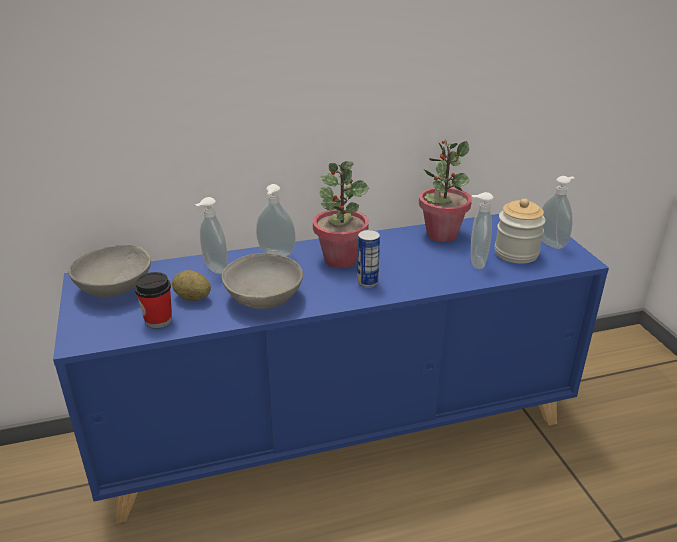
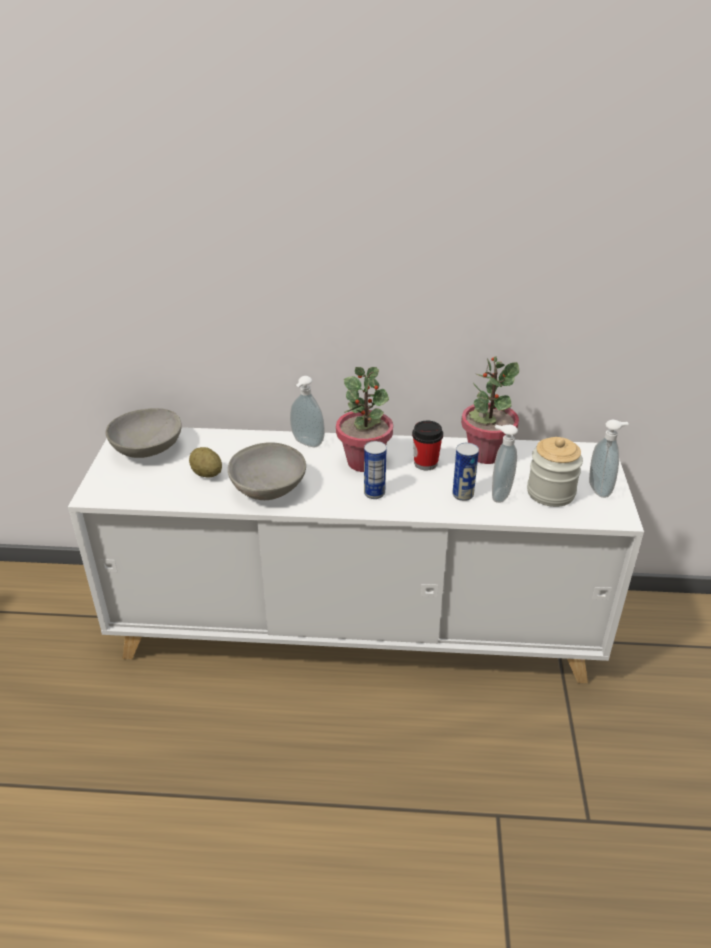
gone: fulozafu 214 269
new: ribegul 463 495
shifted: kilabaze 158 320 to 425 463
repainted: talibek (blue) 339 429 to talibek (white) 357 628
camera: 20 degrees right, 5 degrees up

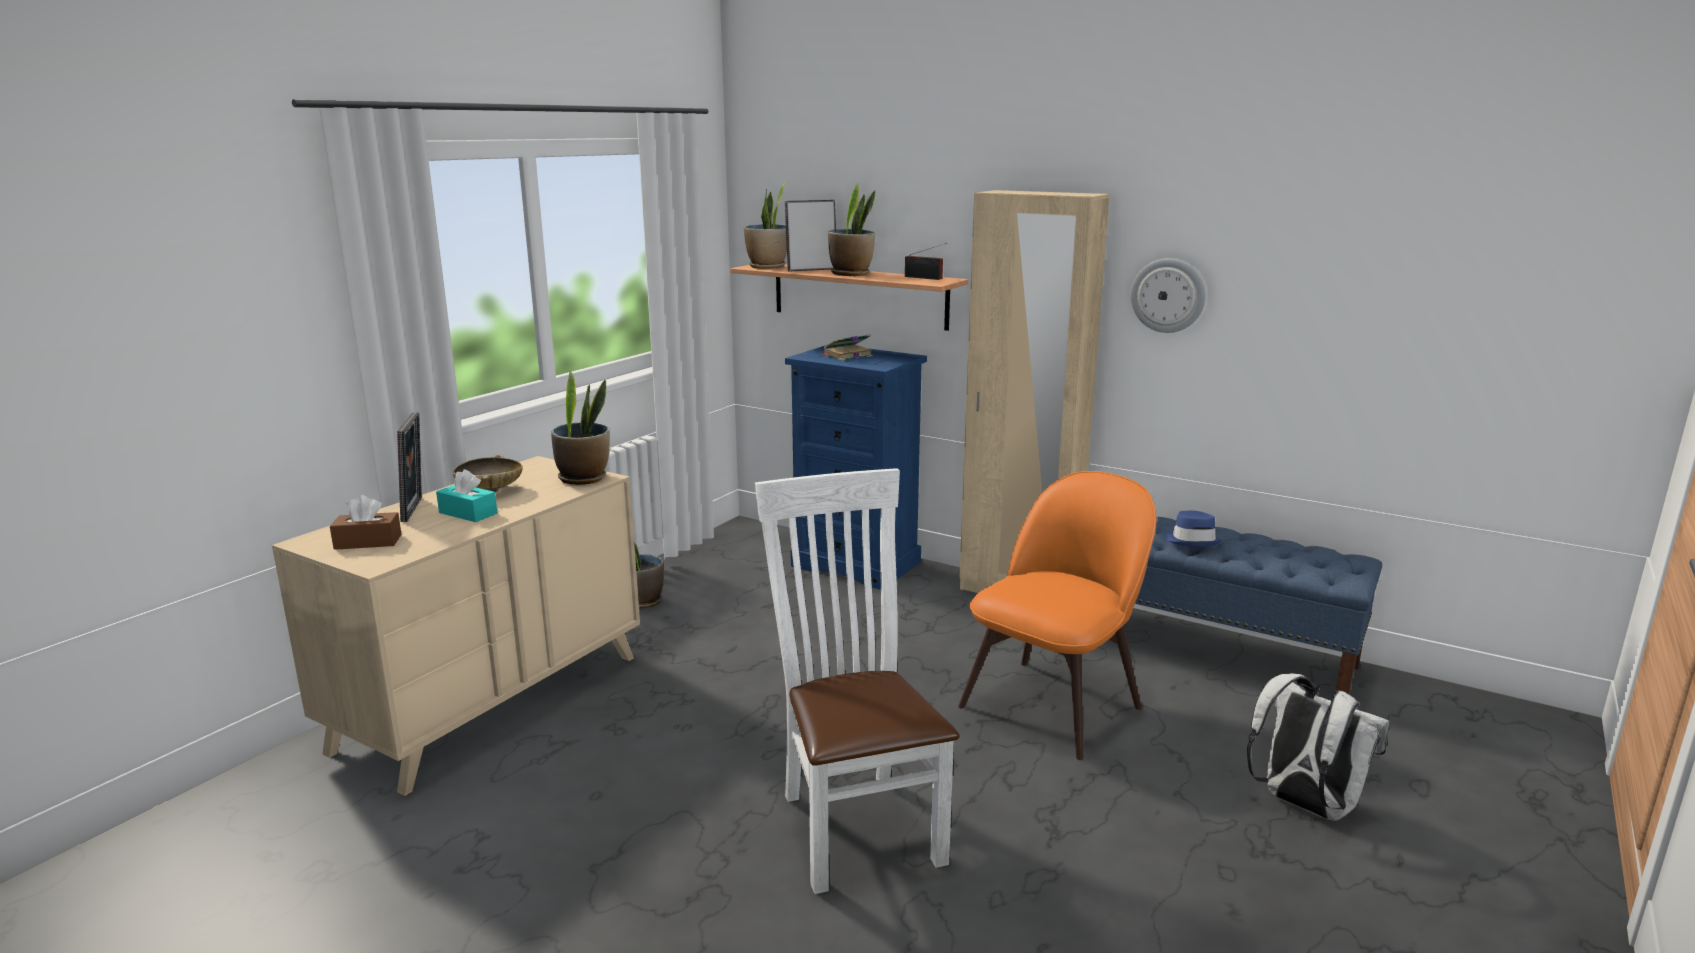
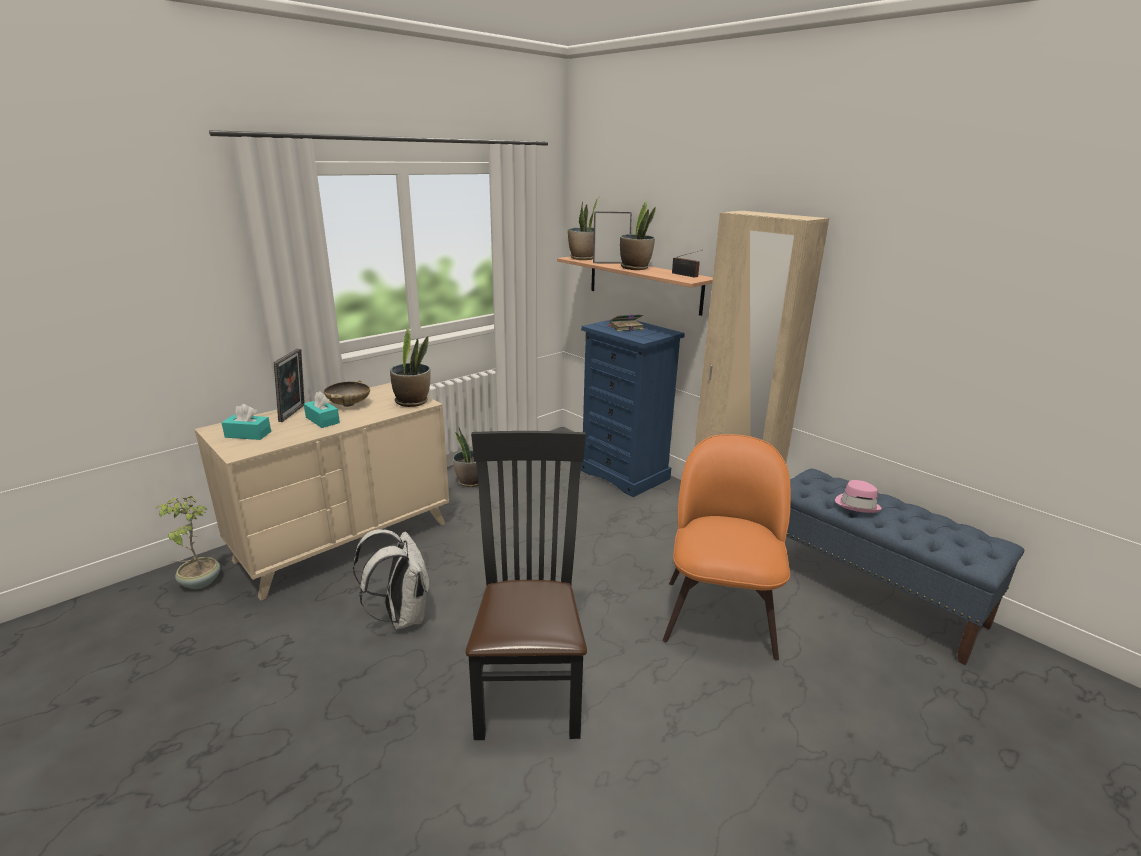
gone: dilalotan 1168 295
new: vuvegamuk 199 582
shifted: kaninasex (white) 1303 805 to 401 616
repainted: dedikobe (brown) 368 542 to dedikobe (turquoise) 248 434; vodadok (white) 855 822 to vodadok (black) 529 685; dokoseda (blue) 1192 540 to dokoseda (pink) 857 504
rotated: vodadok (orange) 1054 704 = 719 614 45 degrees counterclockwise
camera: 15 degrees right, 5 degrees up

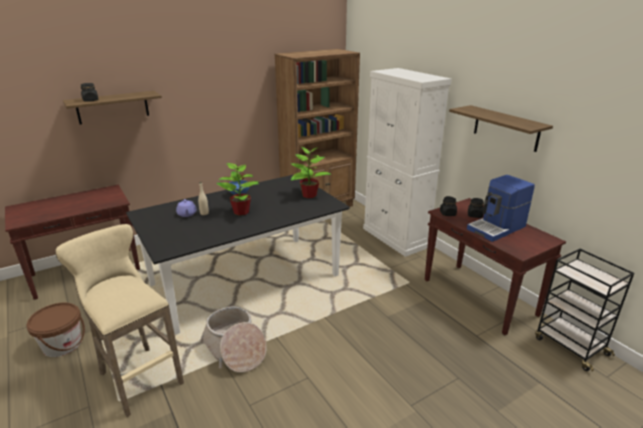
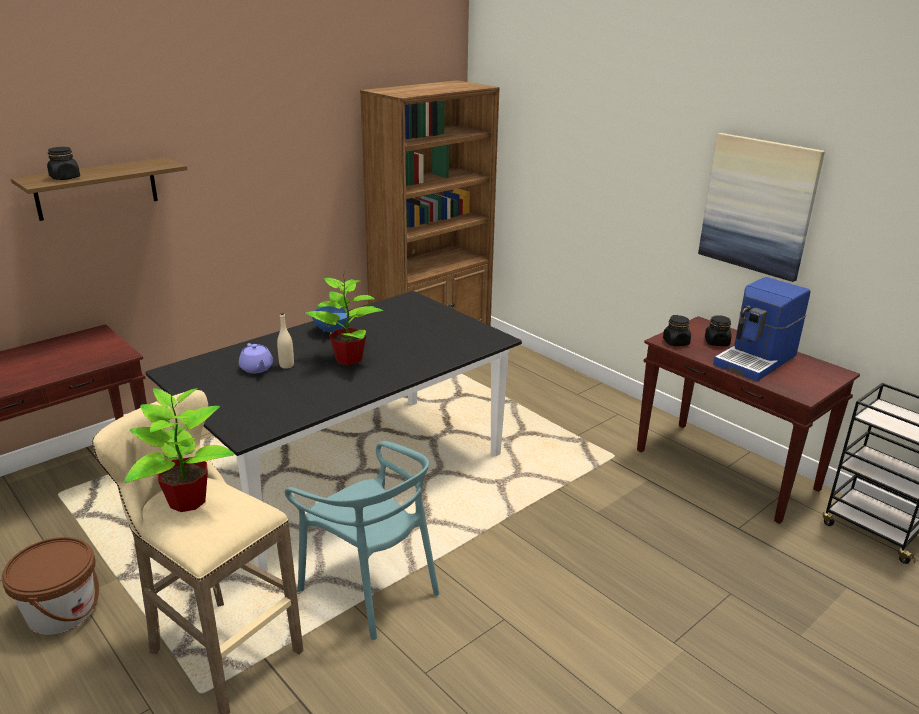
gone: talibek (white) 395 237
shifted: vuvegamuk 308 195 to 186 501
swapped: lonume 235 349 to vodadok (turquoise) 371 588; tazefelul 506 128 to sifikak 758 205
camera: 10 degrees left, 0 degrees up

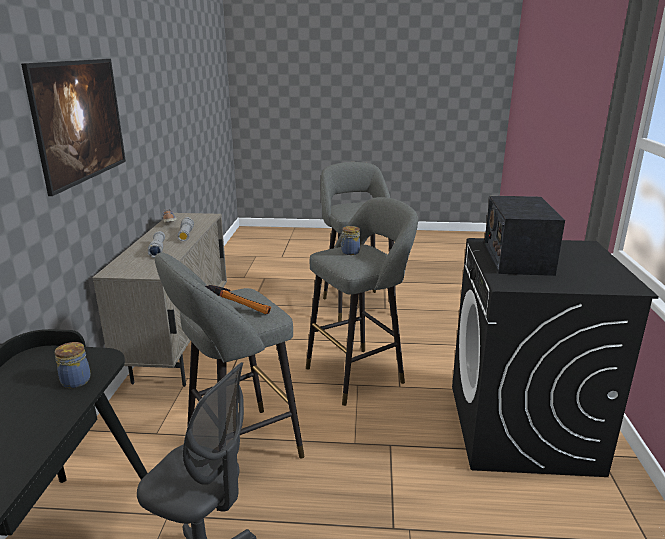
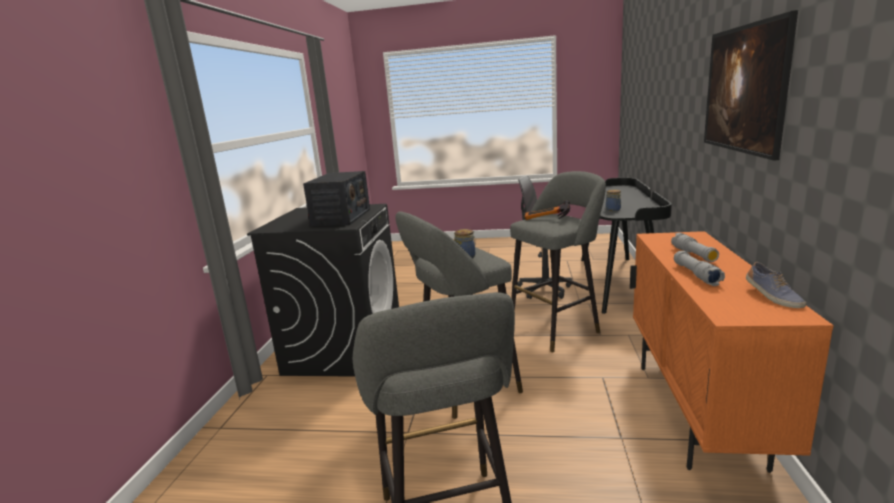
repainted: talibek (beige) 180 350 to talibek (orange) 696 412
camera: 175 degrees left, 5 degrees down

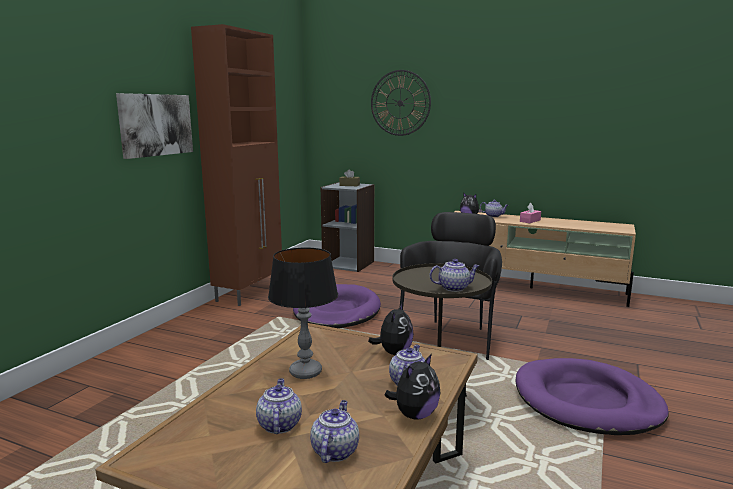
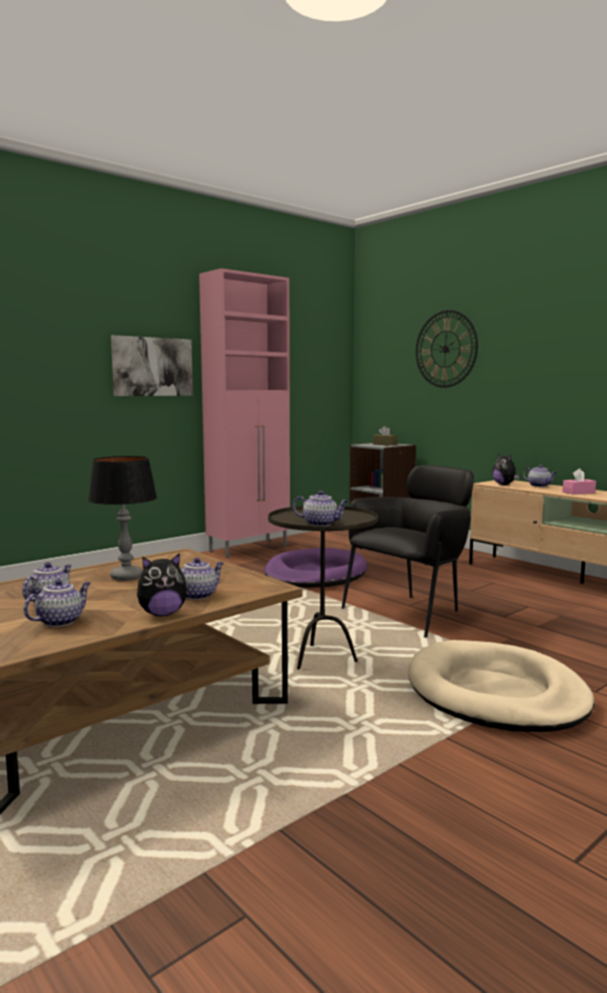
gone: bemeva 394 352
repainted: talibek (brown) 250 292 to talibek (pink) 250 549; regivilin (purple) 587 401 to regivilin (beige) 495 693
camera: 25 degrees right, 5 degrees down

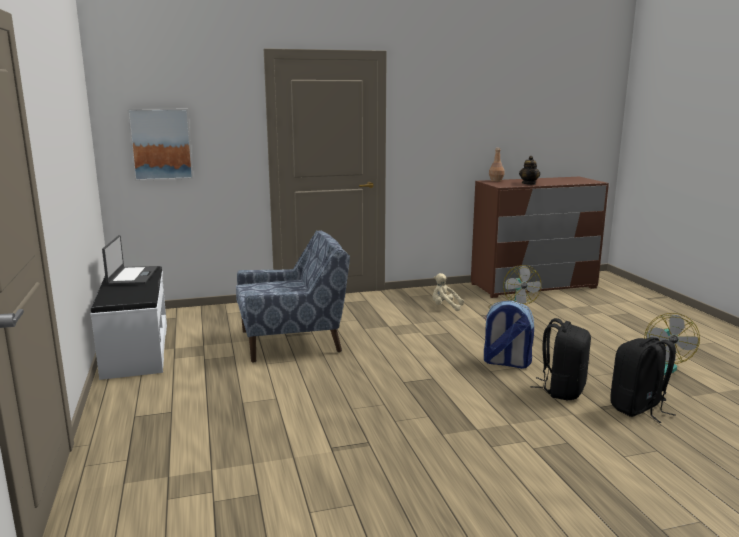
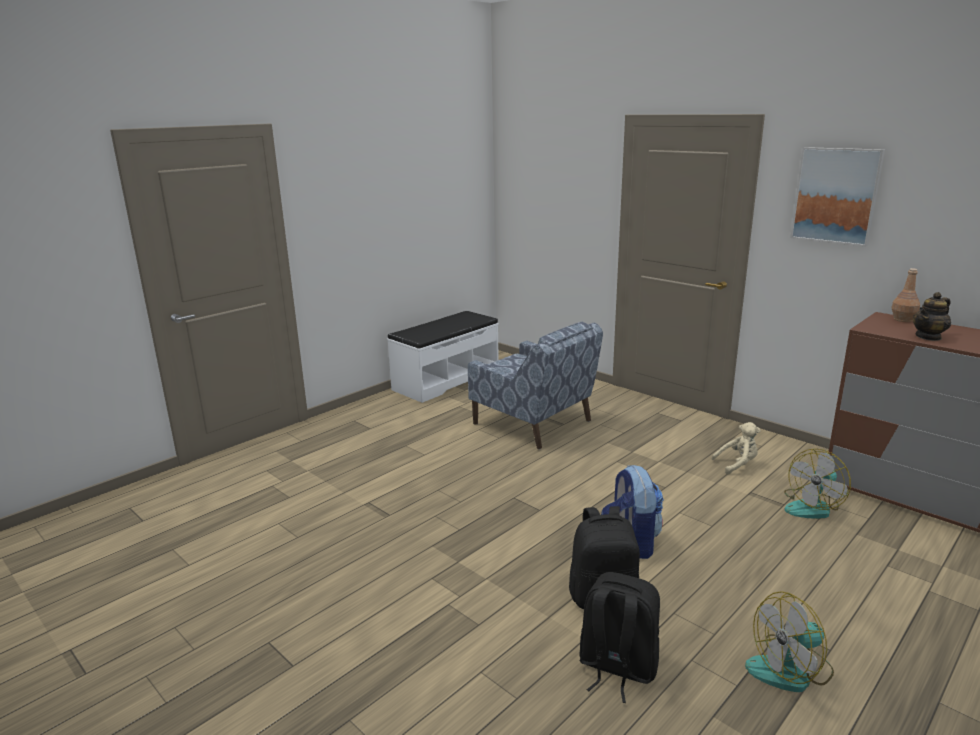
gone: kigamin 132 276
shifted: sifikak 161 144 to 836 195
rotated: bemeva (beige) 445 307 = 737 464 90 degrees clockwise
camera: 60 degrees right, 5 degrees up

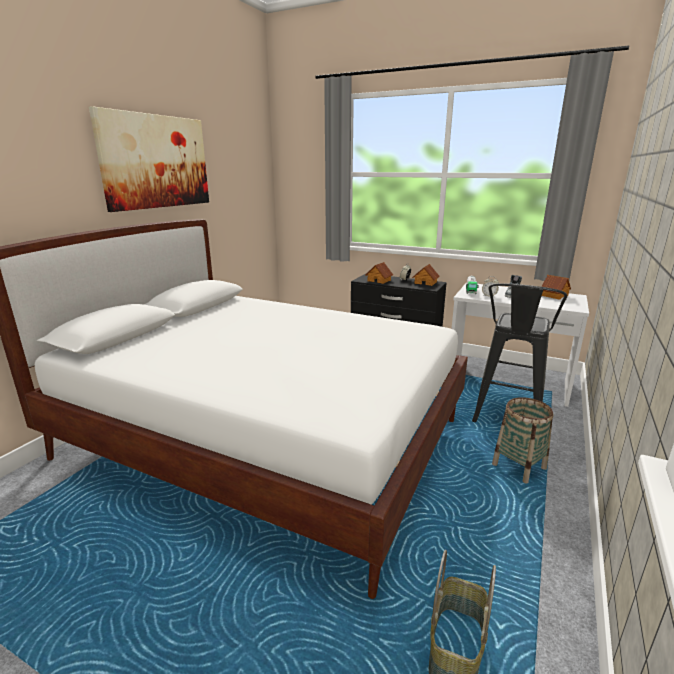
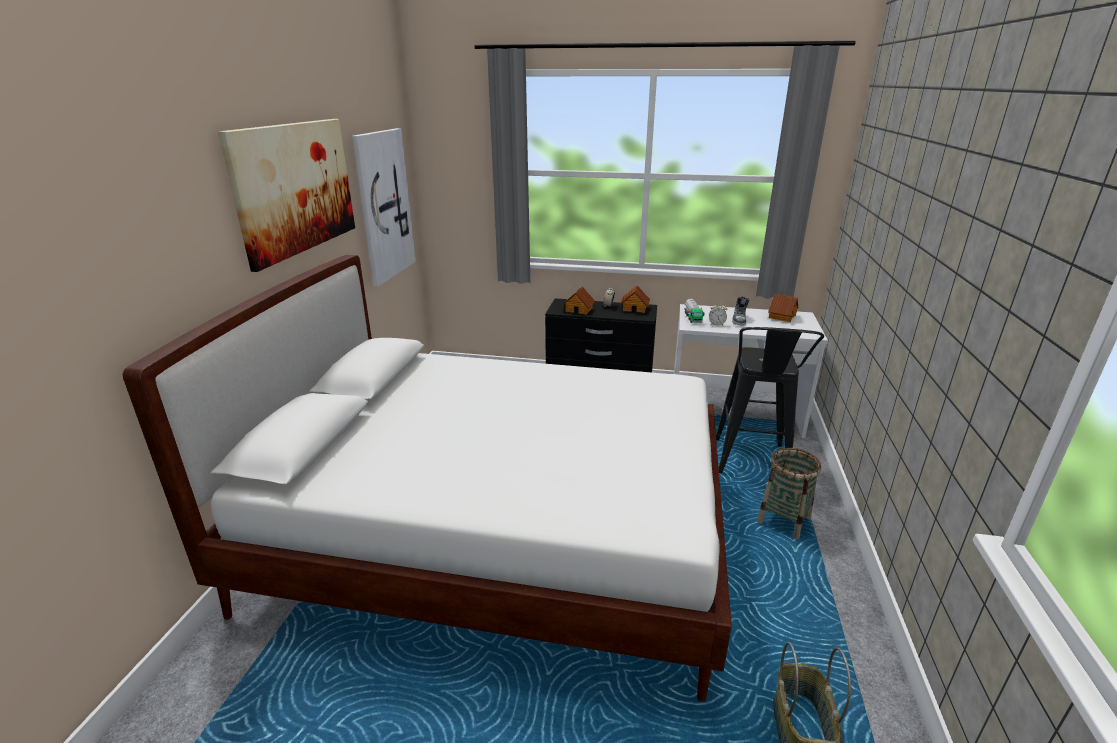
new: sifikak 383 205
camera: 15 degrees left, 5 degrees up

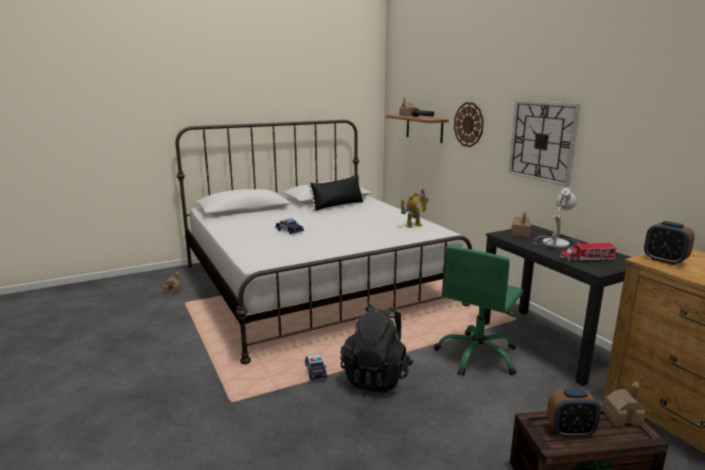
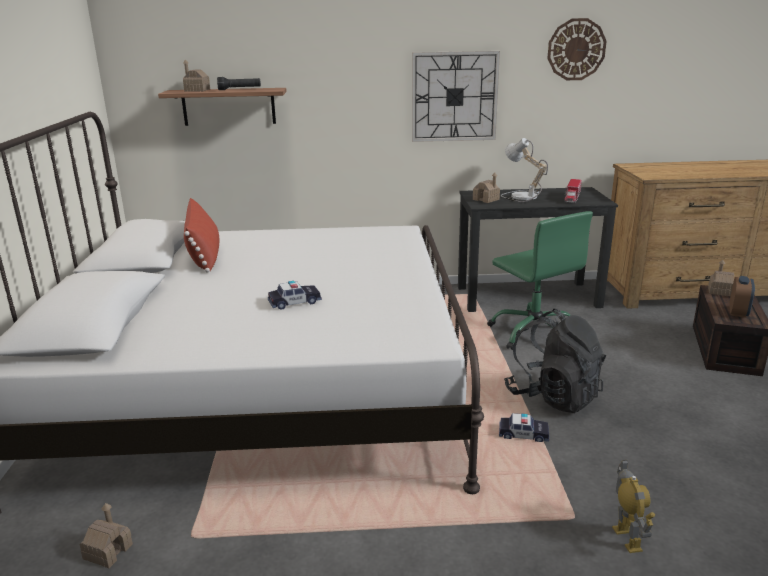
gone: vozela 664 260
shifted: dilalotan 468 124 to 576 49; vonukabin 413 225 to 627 538
repainted: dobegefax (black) 338 205 to dobegefax (red) 204 255
camera: 65 degrees left, 5 degrees up

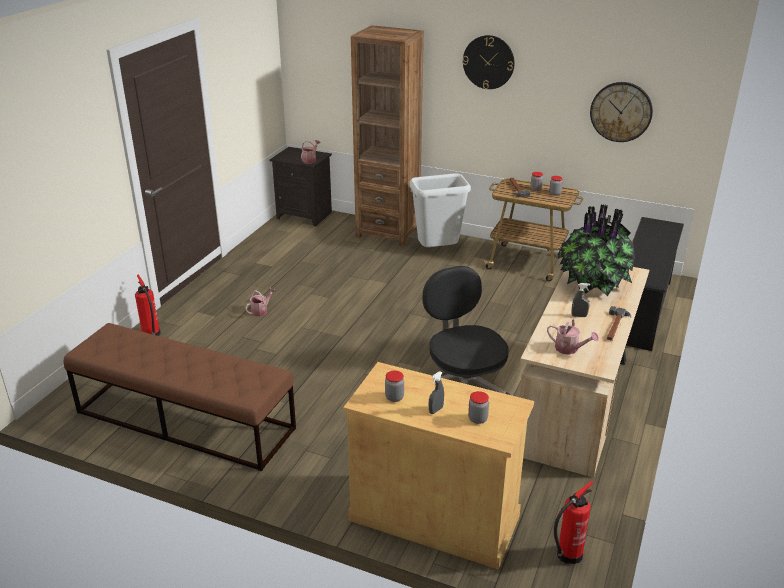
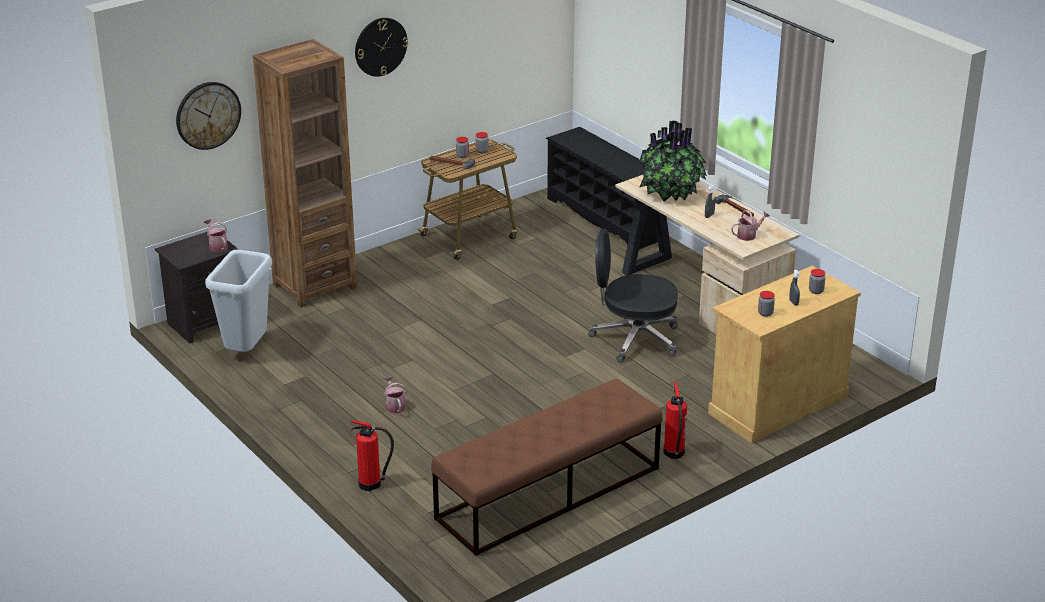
shifted: dilalotan 621 112 to 208 115; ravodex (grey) 438 251 to 246 351; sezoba 567 555 to 674 454
camera: 60 degrees left, 0 degrees up

